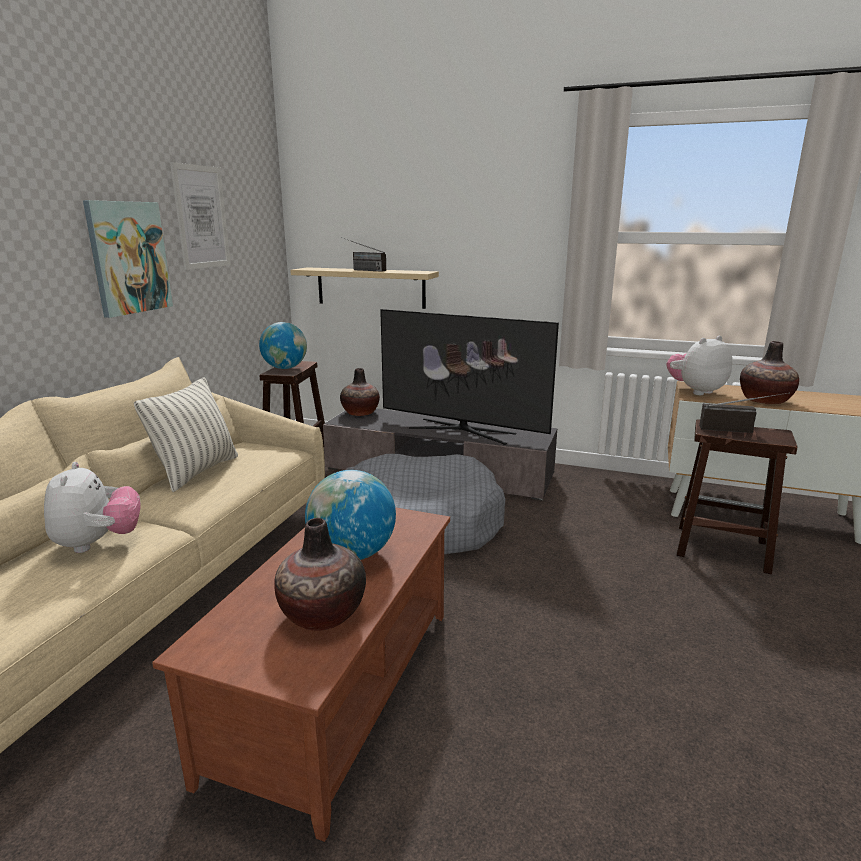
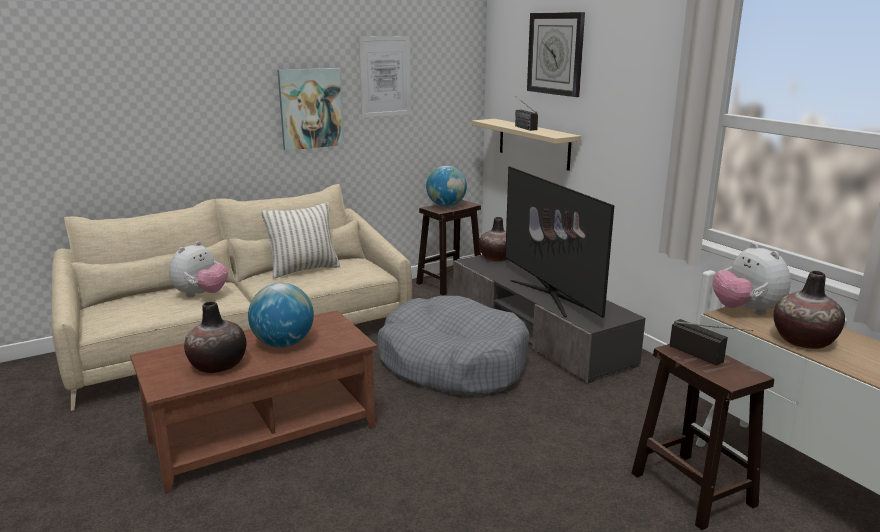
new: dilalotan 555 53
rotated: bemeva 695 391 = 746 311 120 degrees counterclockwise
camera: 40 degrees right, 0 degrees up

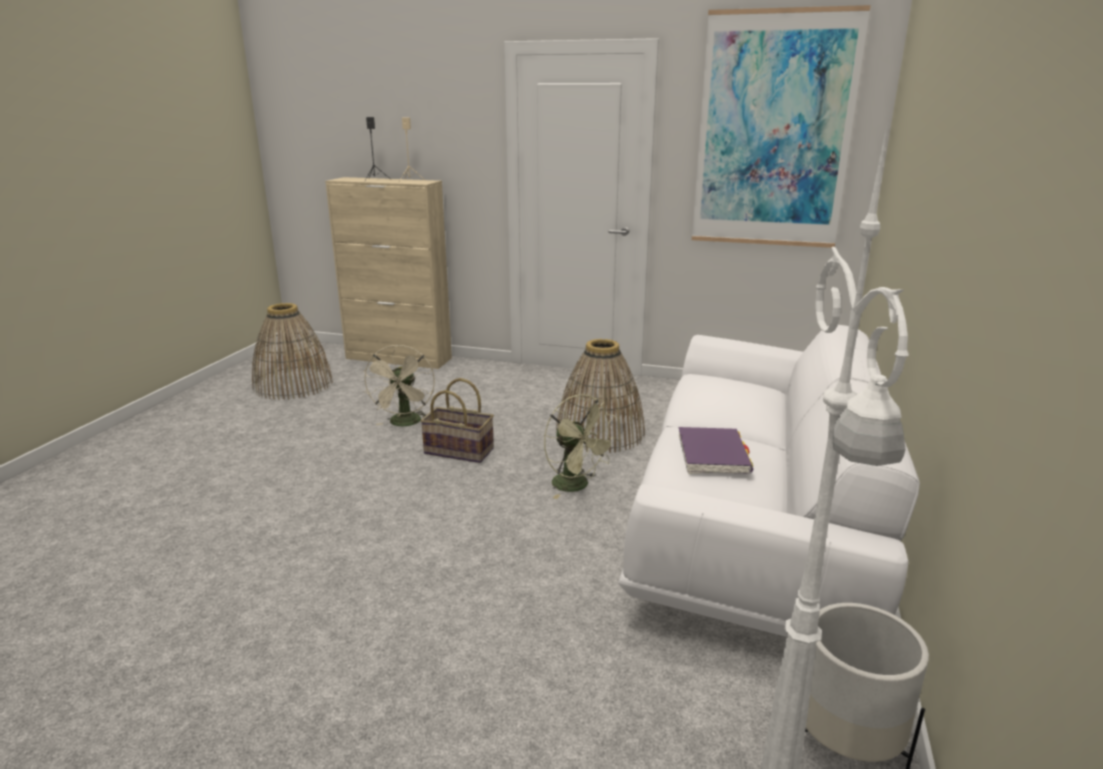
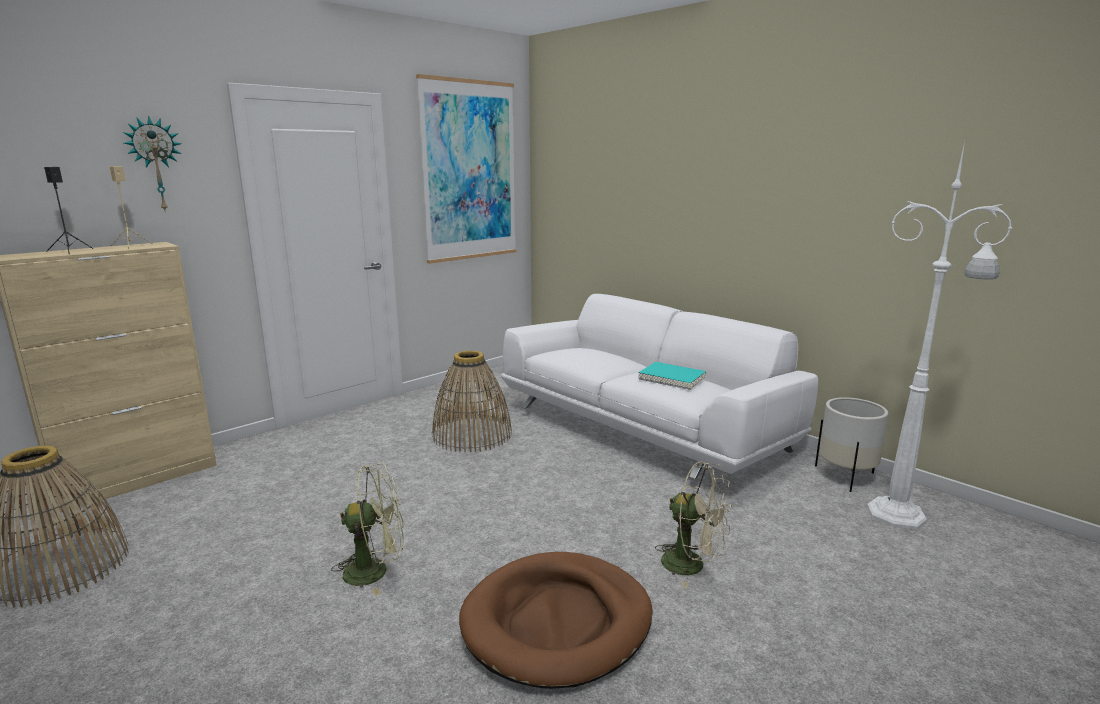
gone: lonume 459 451
new: dilalotan 156 164; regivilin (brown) 557 622
shifted: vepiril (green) 577 486 to 376 571; vepiril (beige) 405 424 to 692 565
repainted: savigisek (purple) 713 454 to savigisek (turquoise) 672 378
camera: 60 degrees left, 5 degrees down

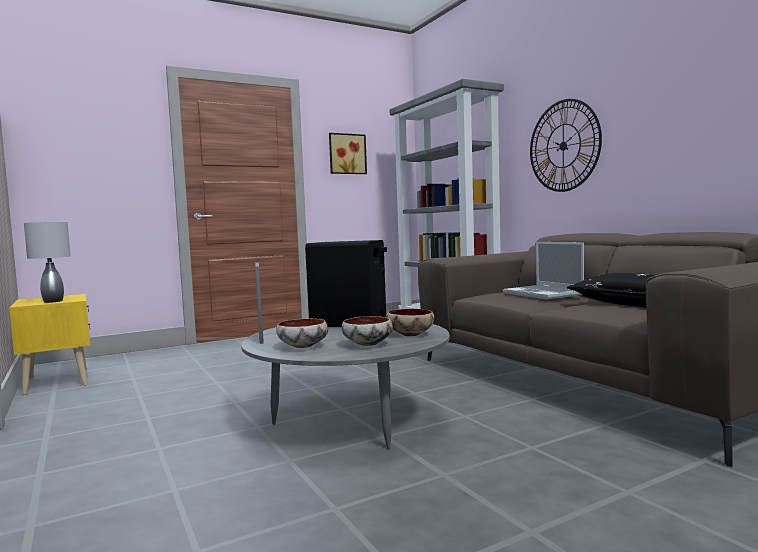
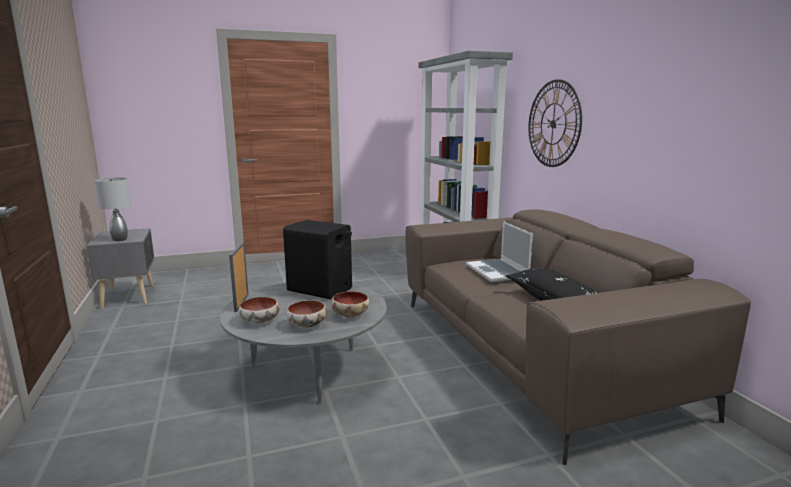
gone: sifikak 347 154
repainted: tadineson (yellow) 59 381 to tadineson (grey) 130 296
camera: 10 degrees right, 10 degrees up

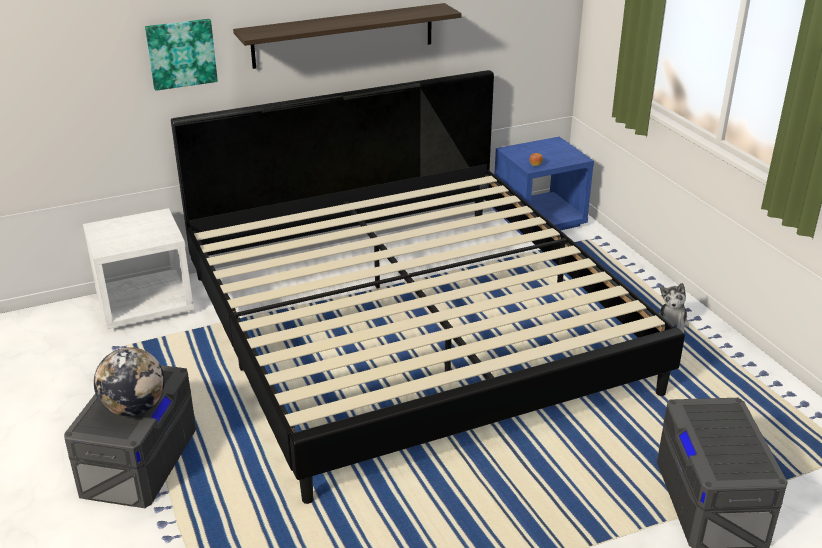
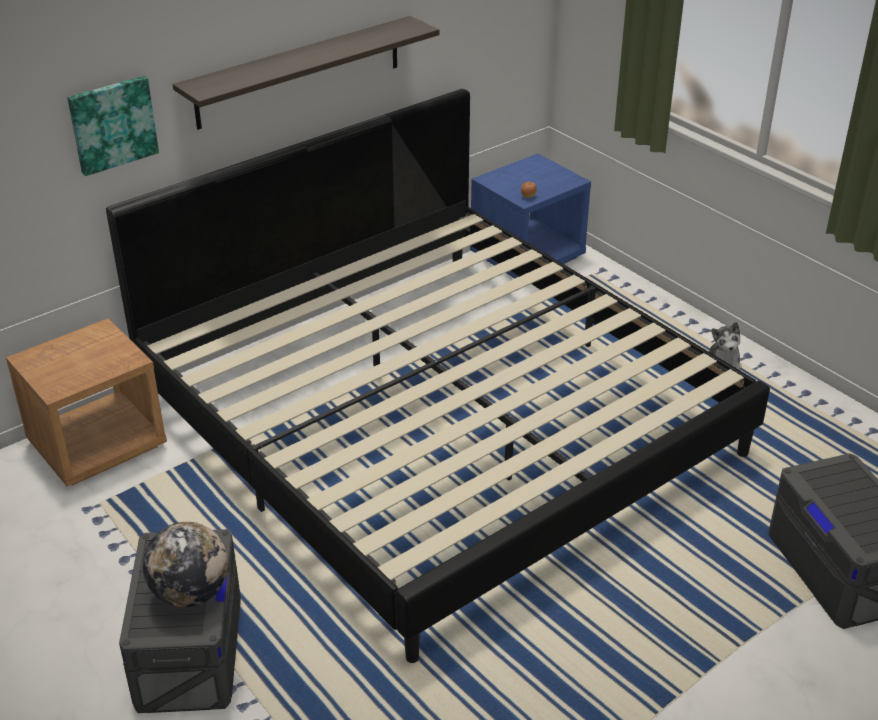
repainted: tadineson (white) 146 305 to tadineson (brown) 98 444
camera: 15 degrees left, 5 degrees up

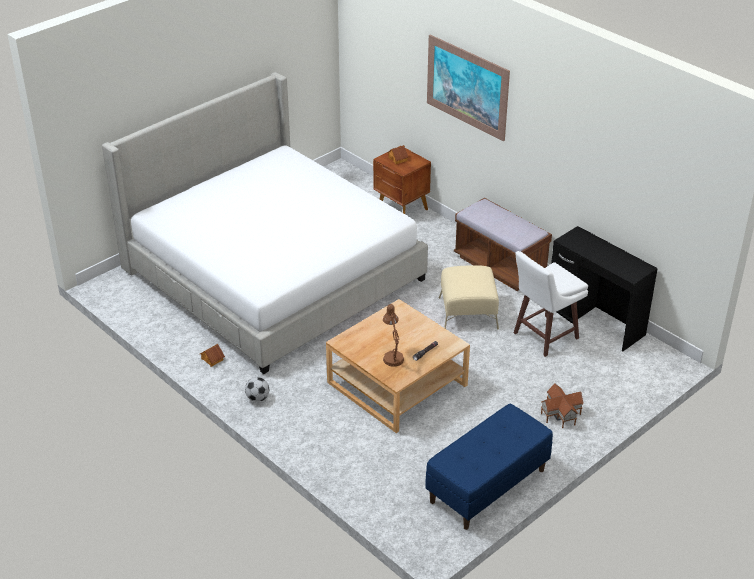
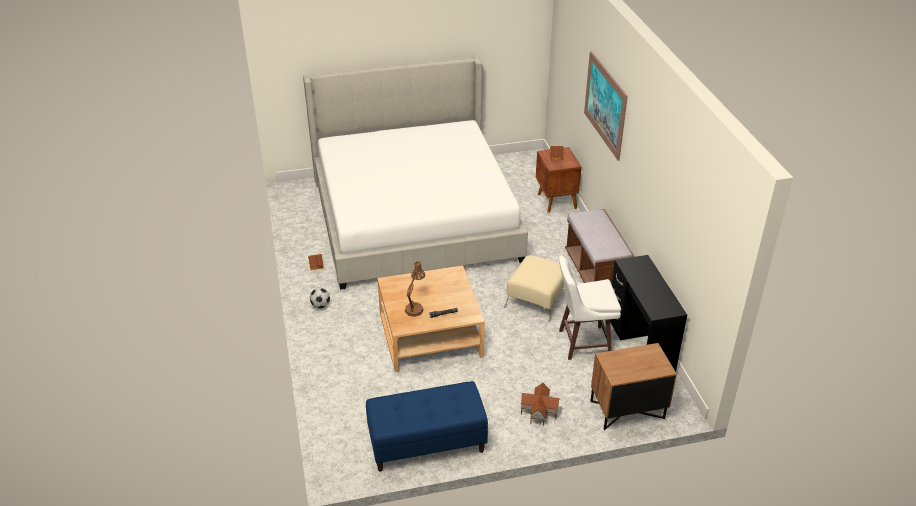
new: tadineson (brown) 627 410
camera: 30 degrees right, 0 degrees up

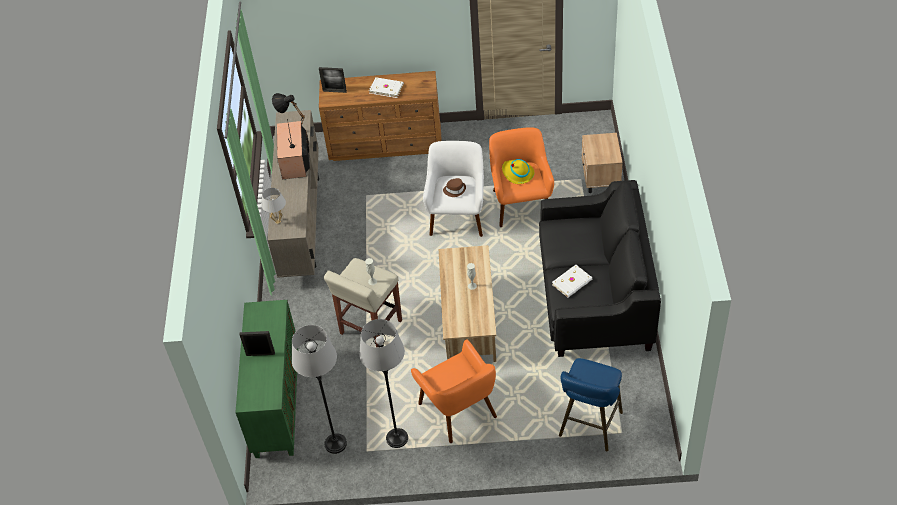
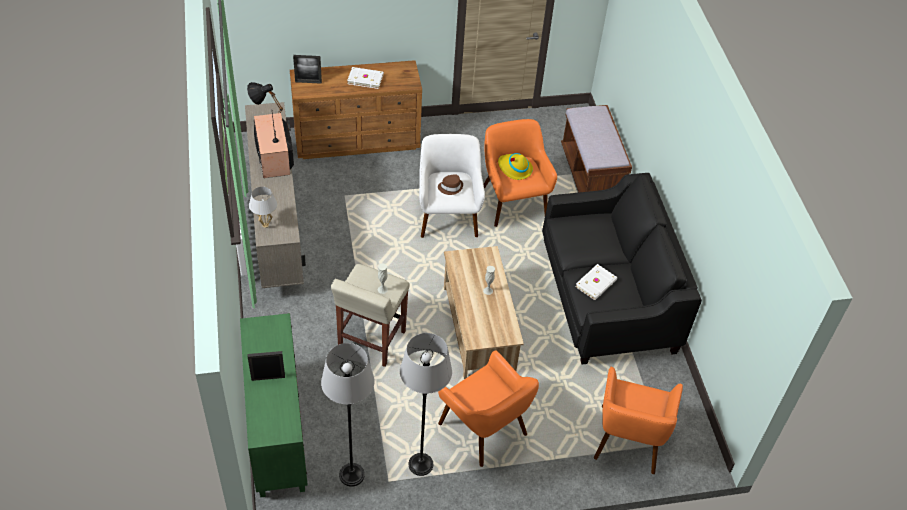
swapped: tadineson (beige) 600 179 to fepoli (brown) 591 174; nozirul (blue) 589 427 to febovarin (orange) 628 440
camera: 15 degrees left, 0 degrees up

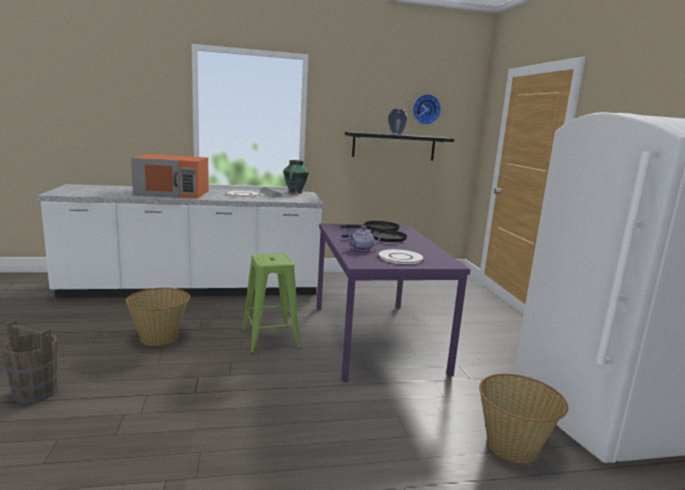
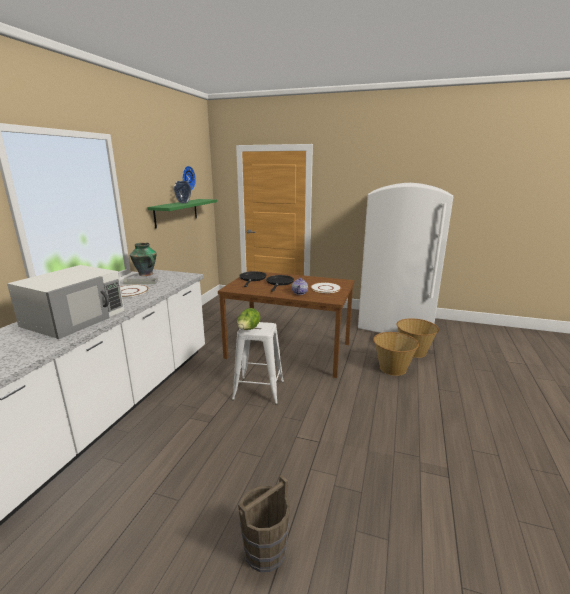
new: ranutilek 248 330
shifted: lonume 160 337 to 392 368
repainted: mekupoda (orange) 173 193 to mekupoda (white) 75 318; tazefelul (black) 394 146 to tazefelul (green) 176 212; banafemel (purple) 377 338 to banafemel (brown) 289 350; nozirul (green) 270 339 to nozirul (white) 259 390
camera: 60 degrees left, 5 degrees up

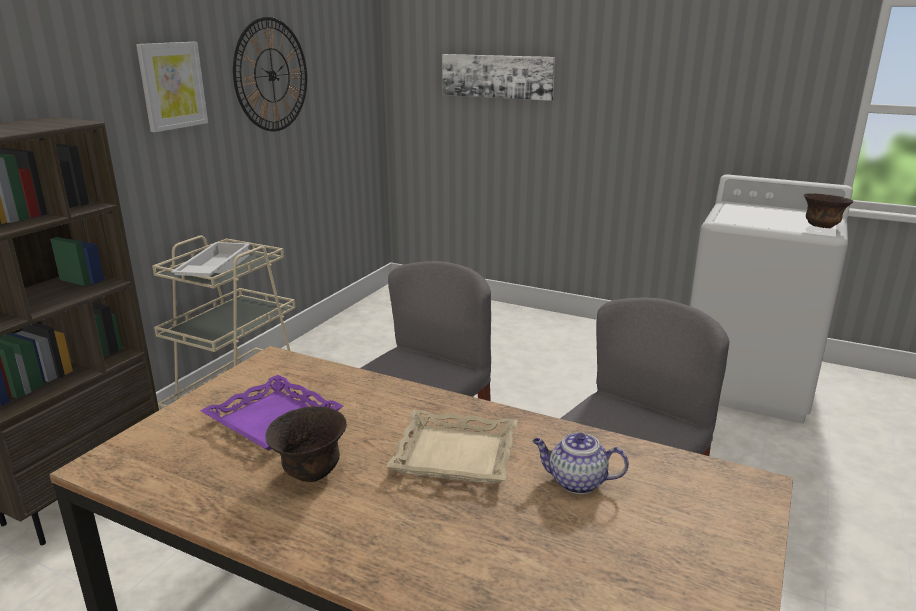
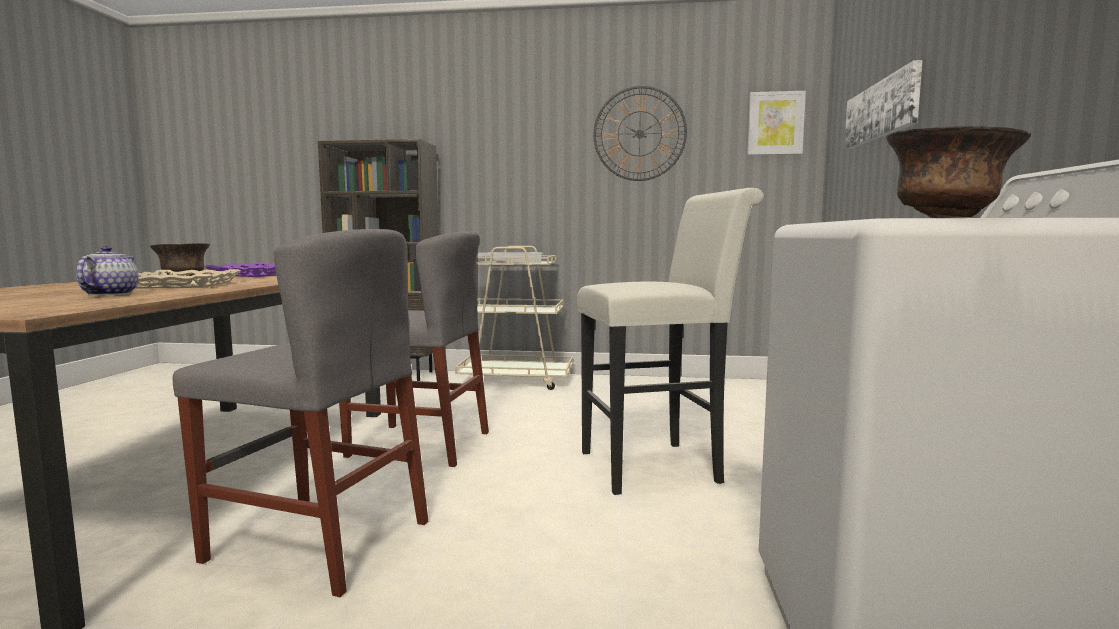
new: nozirul (white) 659 466
shifted: sifikak 172 85 to 775 123
camera: 70 degrees right, 15 degrees down

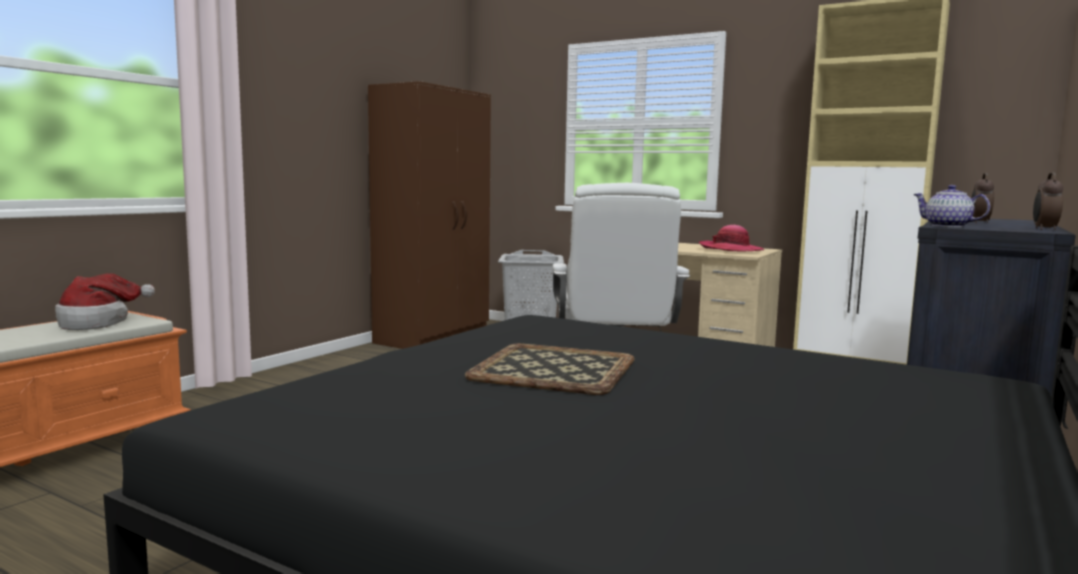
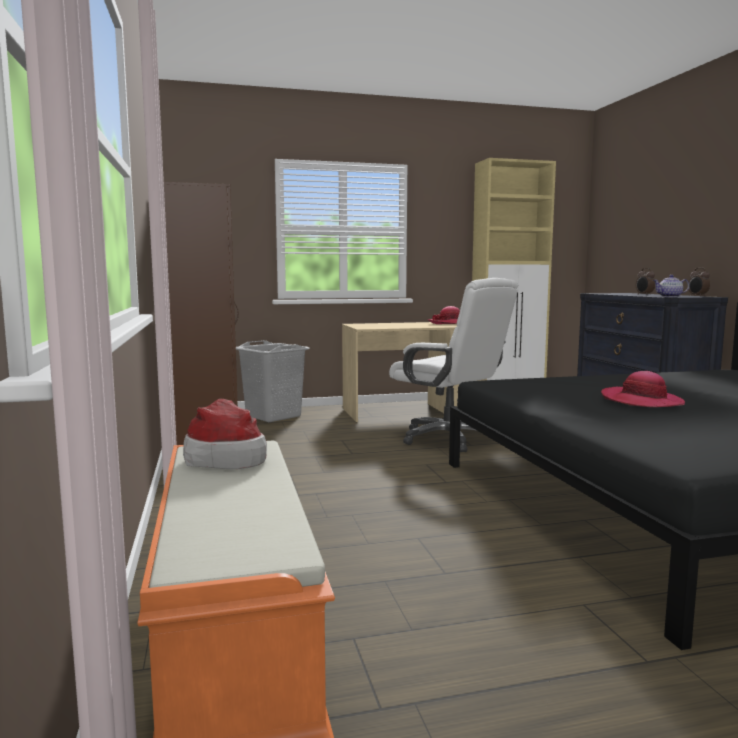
swapped: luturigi 552 369 to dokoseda 641 401
camera: 45 degrees left, 0 degrees up

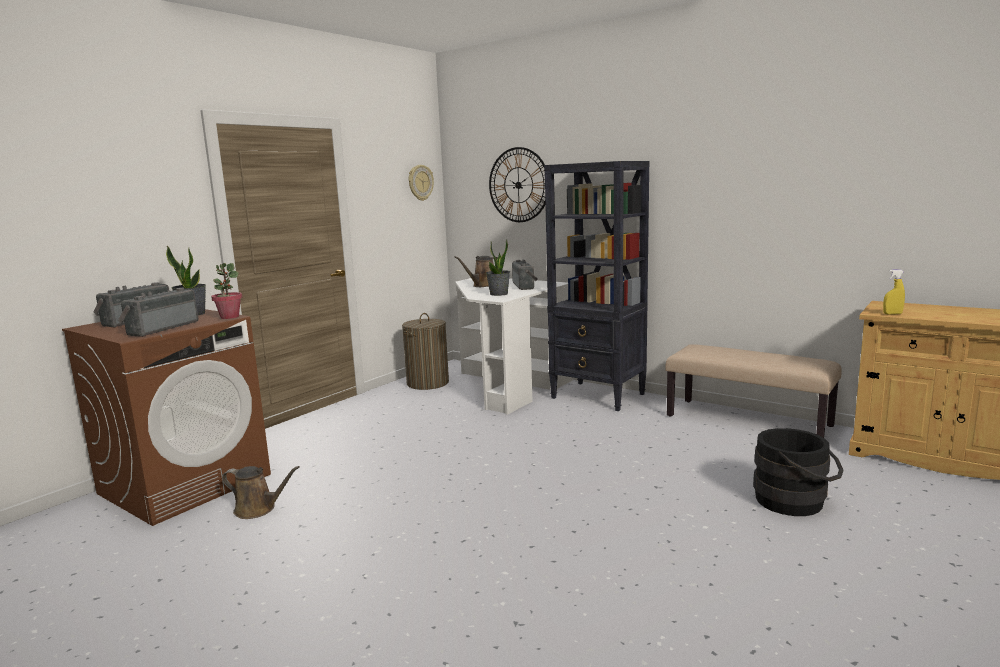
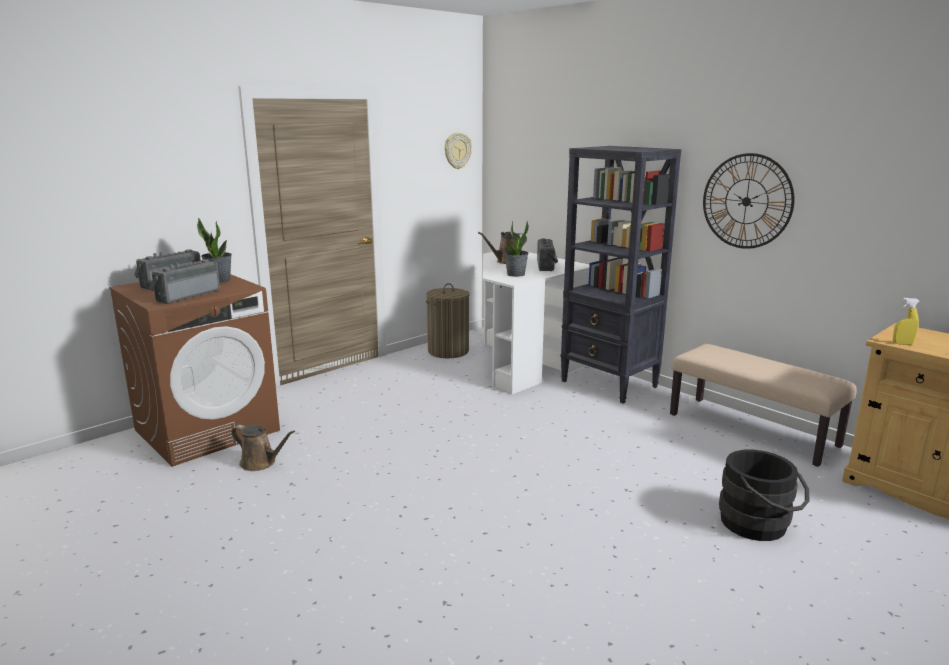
gone: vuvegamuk 229 317
shifted: dilalotan 518 185 to 746 201
camera: 10 degrees right, 5 degrees up

